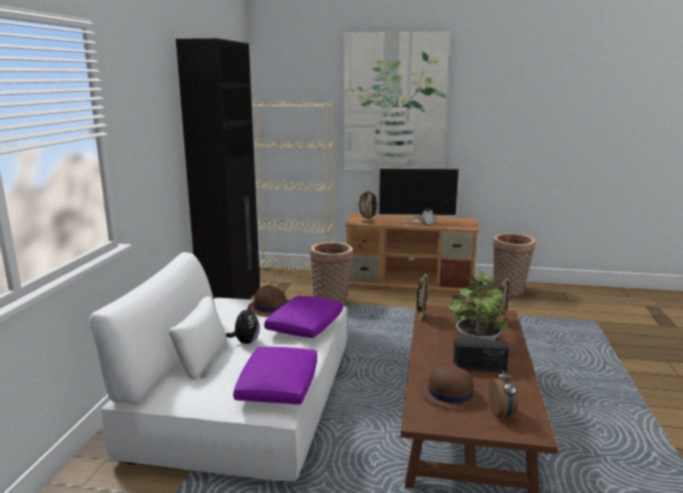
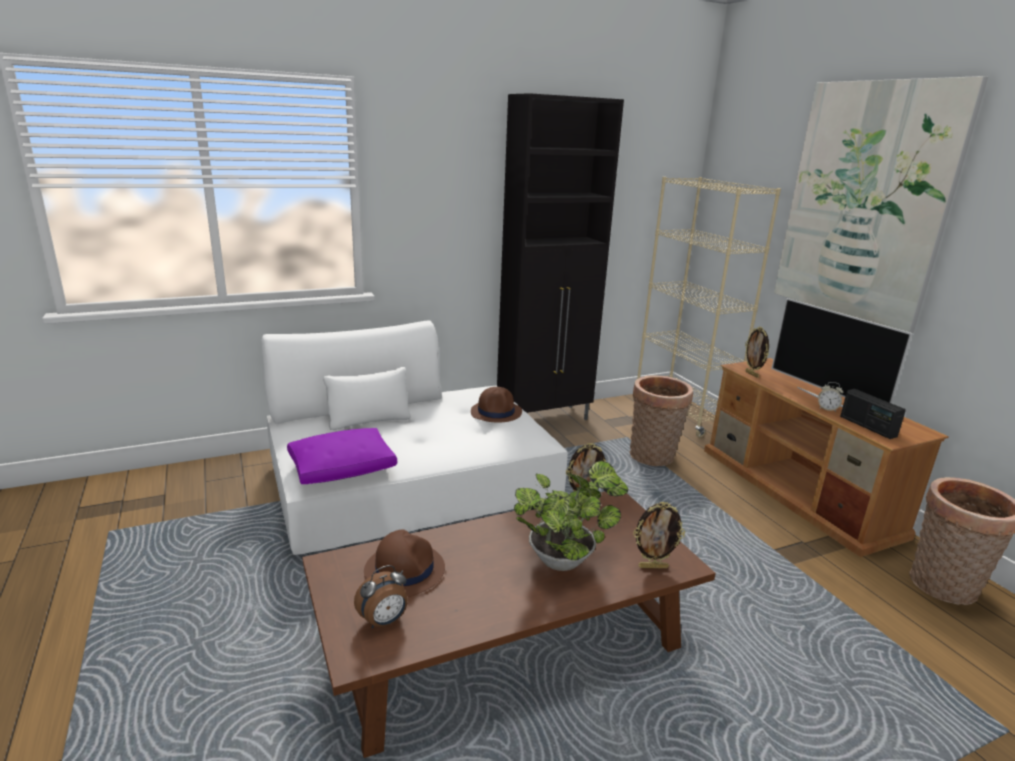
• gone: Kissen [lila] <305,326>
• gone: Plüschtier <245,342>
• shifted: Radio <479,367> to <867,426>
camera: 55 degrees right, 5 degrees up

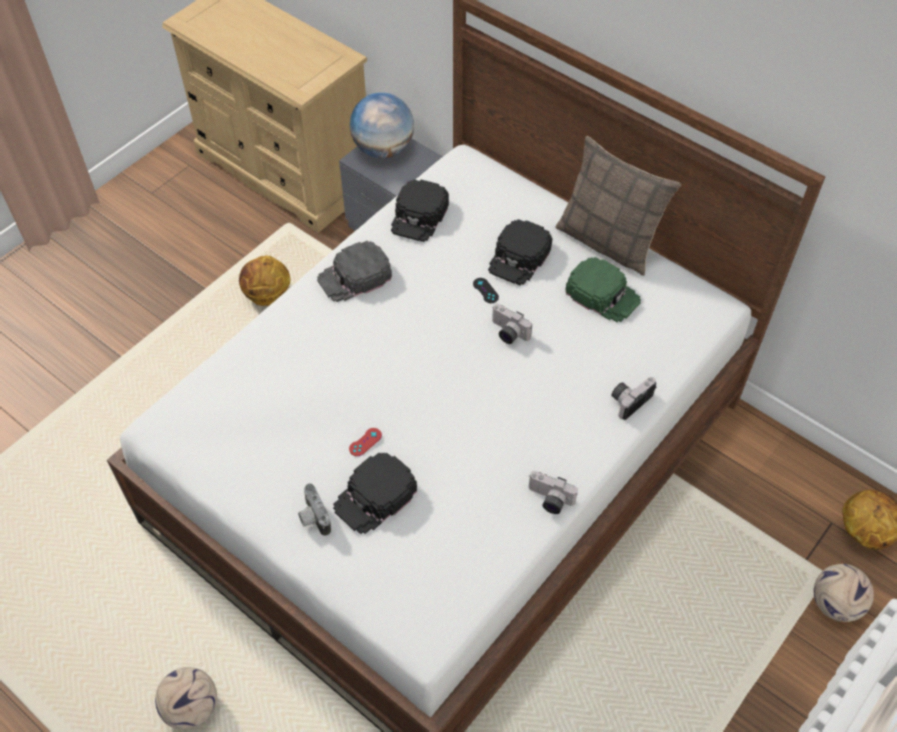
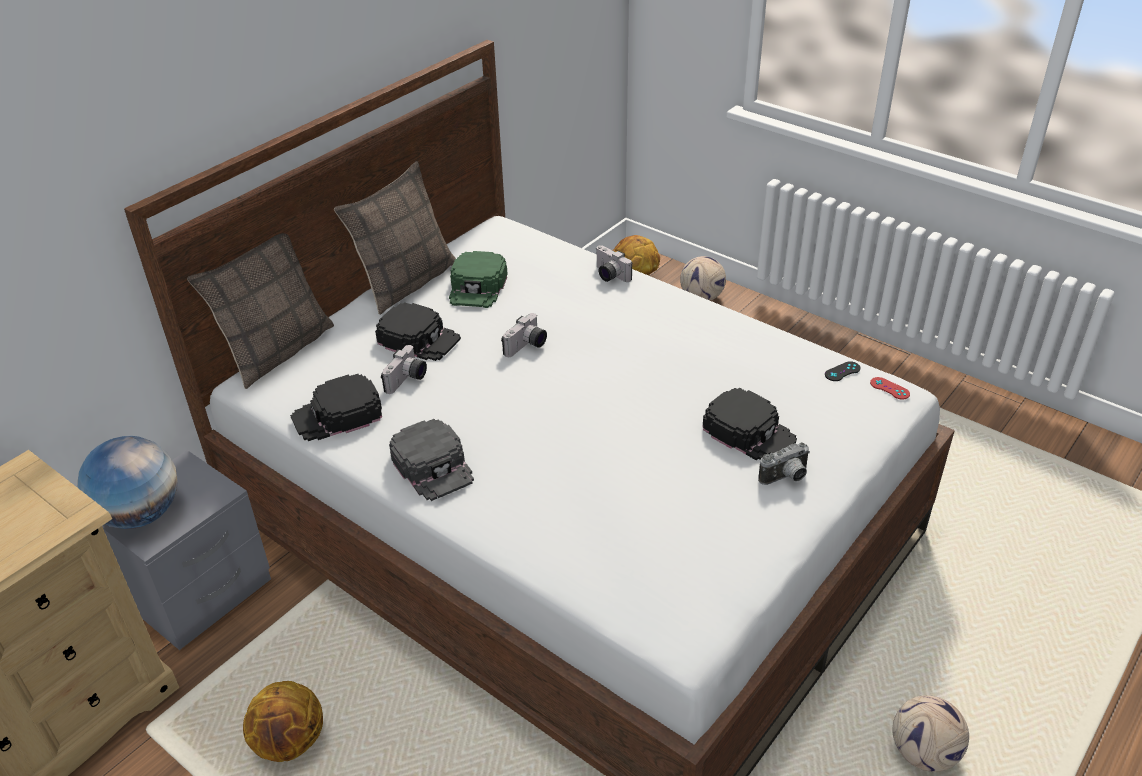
• rotated: Kappe [schwarz] <419,215> = <337,415> 135 degrees clockwise
• rotated: Kappe [grün] <603,294> = <478,287> 150 degrees clockwise
• shifted: Gamepad [schwarz] <485,290> to <842,371>
• shifted: Gamepad [rot] <365,442> to <889,388>
• shifted: Kamera <549,500> to <407,380>
• new: Kissen <277,350>
camera: 90 degrees left, 15 degrees down

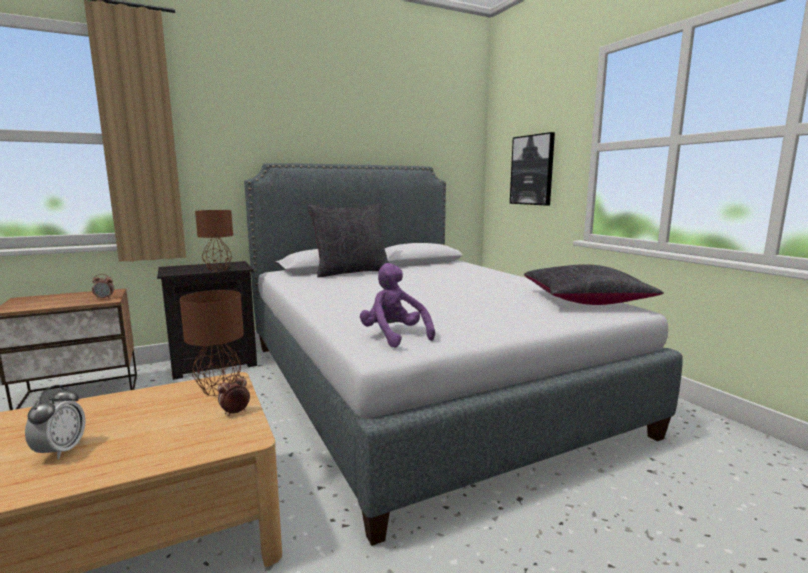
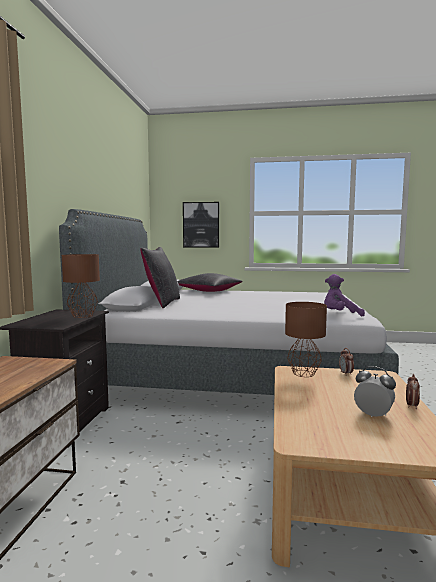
• shifted: Kissen [schwarz] <585,300> to <209,291>
• shifted: Wecker <104,298> to <411,406>
camera: 55 degrees left, 5 degrees down

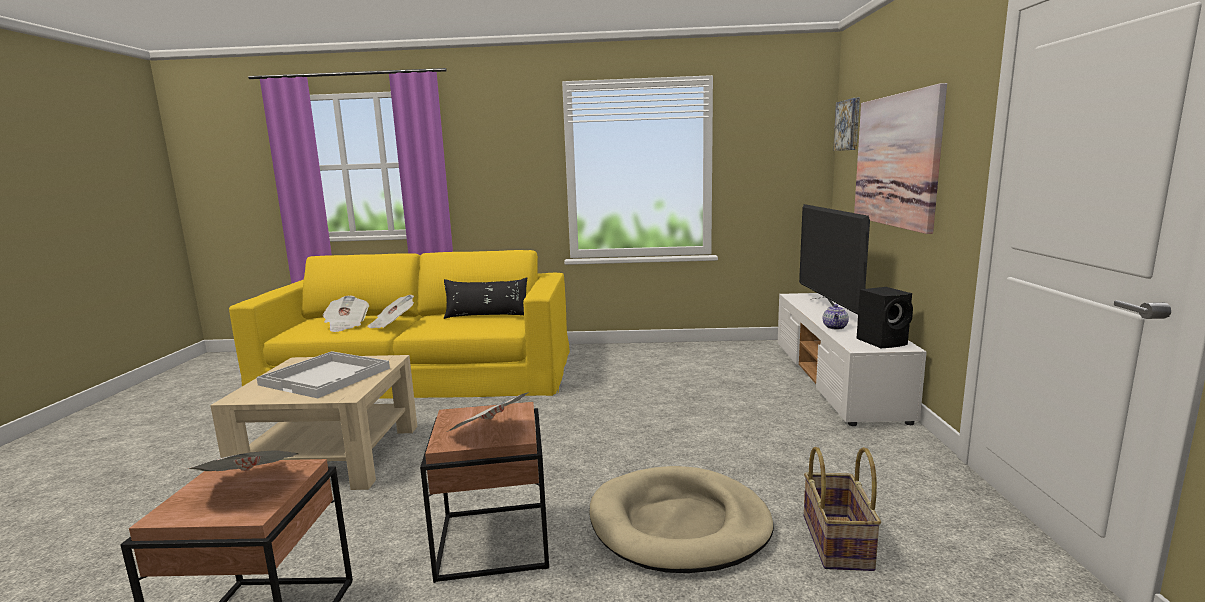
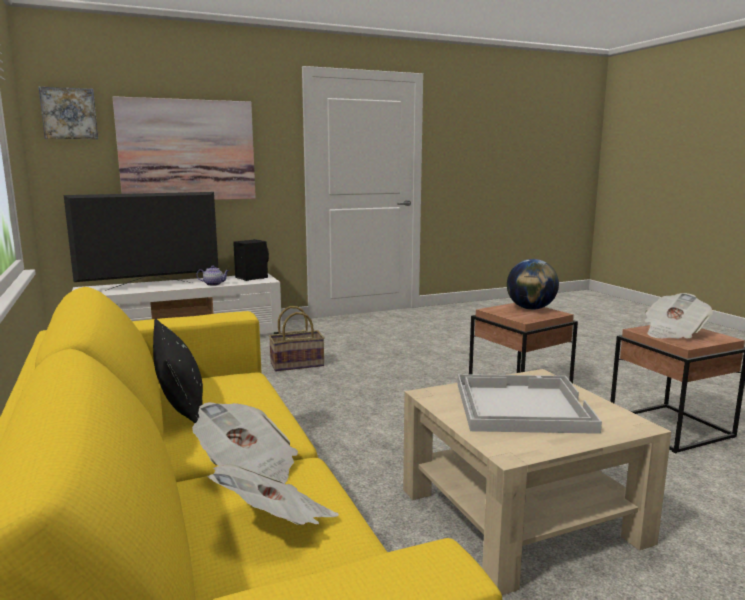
• swapped: Zeitung <488,433> to Globus <531,309>
• shifted: Korb <838,542> to <297,364>
• gone: Hundebett [beige] <679,524>
camera: 115 degrees left, 0 degrees up

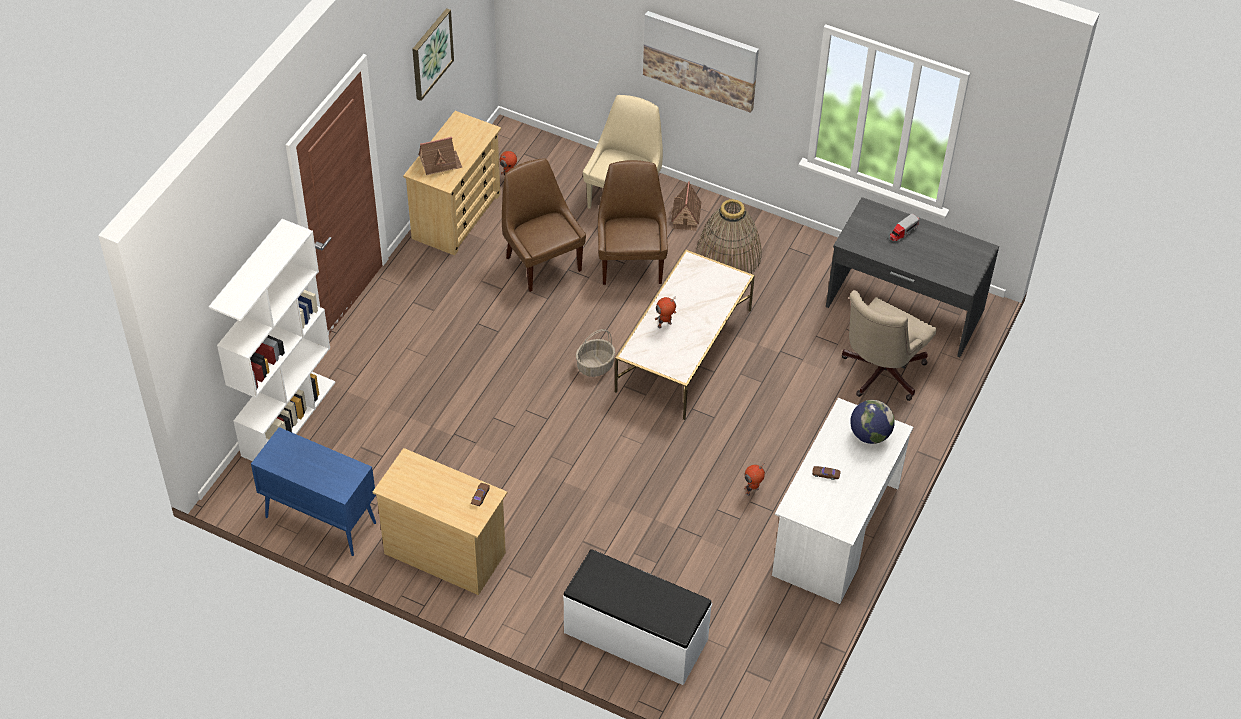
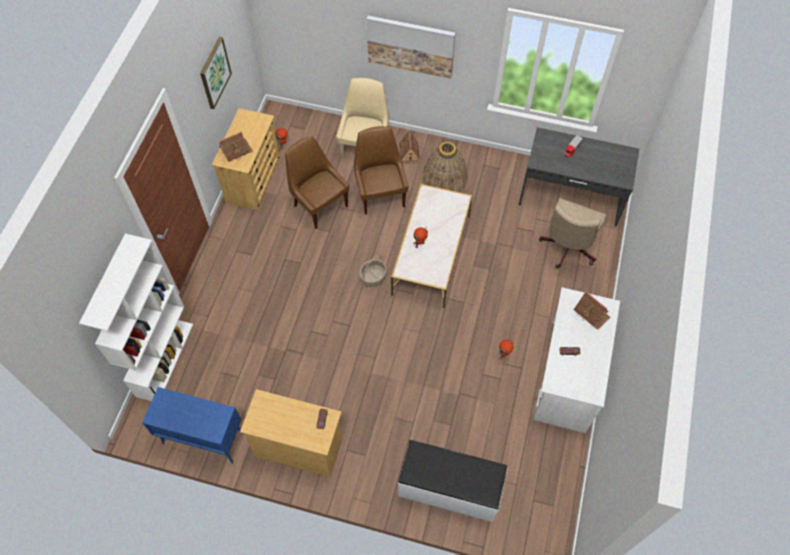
• swapped: Globus <869,435> to Spielzeughaus <591,313>
camera: 10 degrees left, 10 degrees up

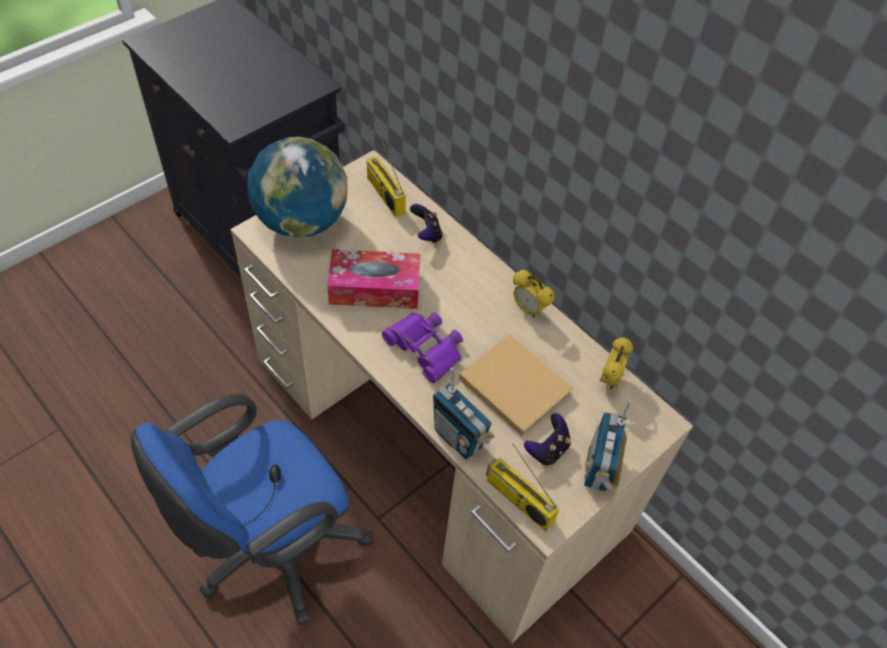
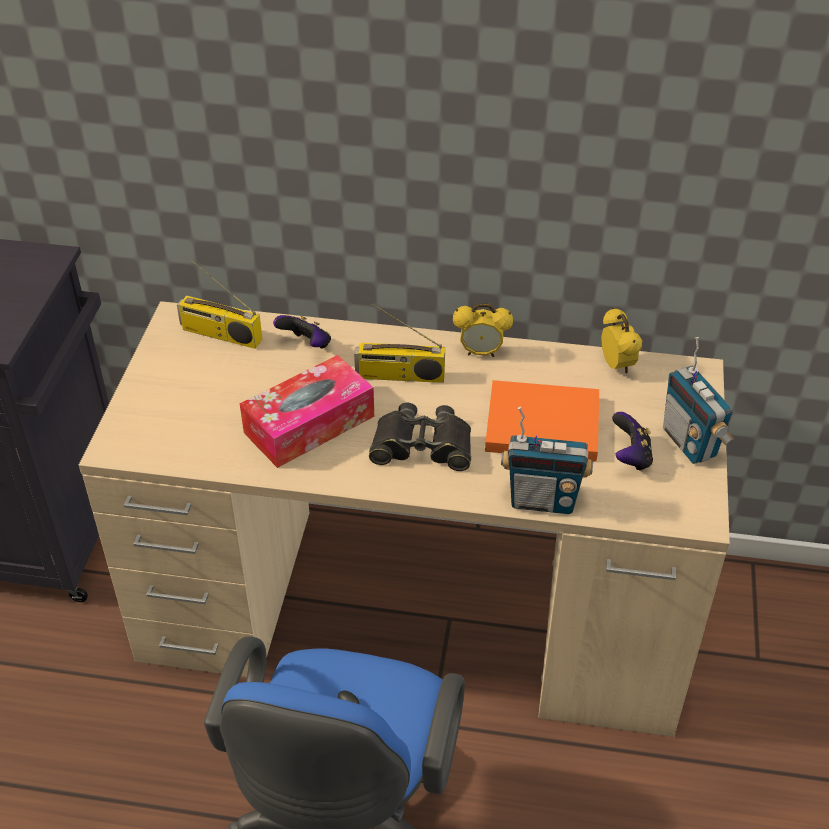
• gone: Globus <301,221>
• repainted: Fernglas [lila] <425,348> to Fernglas [schwarz] <422,446>
• repainted: Buch [beige] <512,384> to Buch [orange] <538,424>
• shifted: Radio <518,500> to <399,376>
camera: 35 degrees left, 10 degrees down

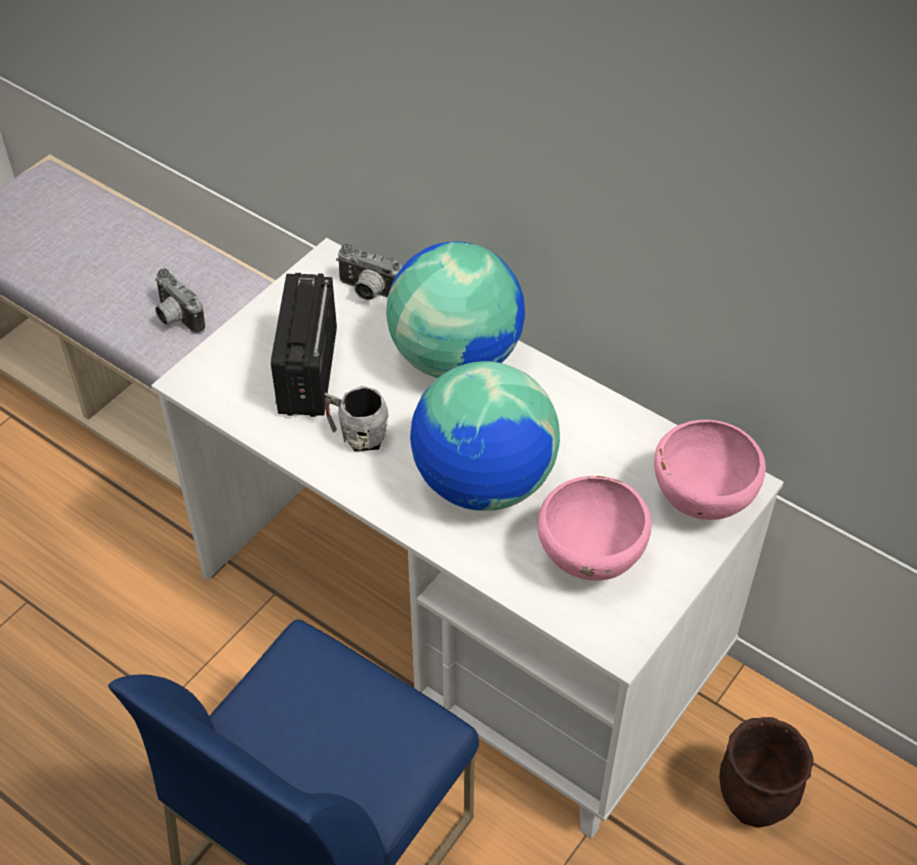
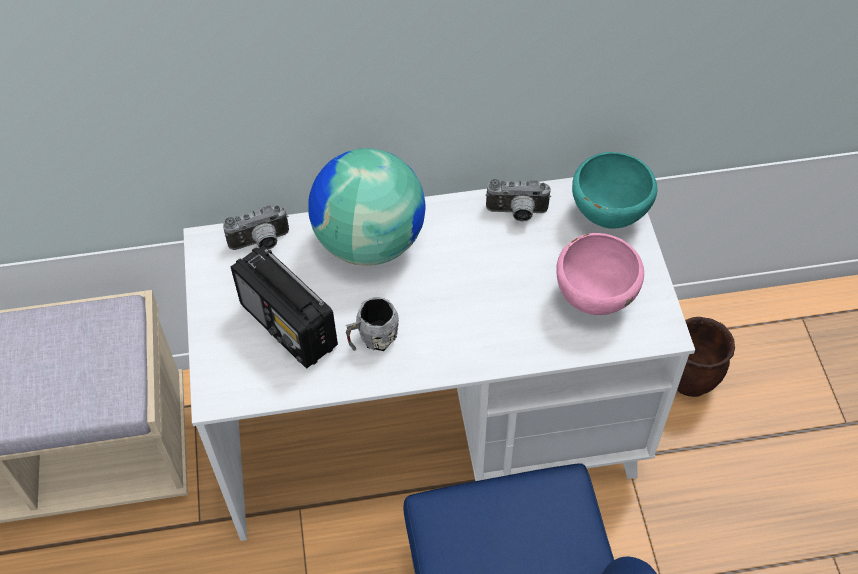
• shifted: Kamera <175,318> to <517,213>
• gone: Globus <483,483>
• repainted: Schüssel [rosa] <700,502> to Schüssel [türkis] <607,216>
camera: 45 degrees left, 5 degrees up

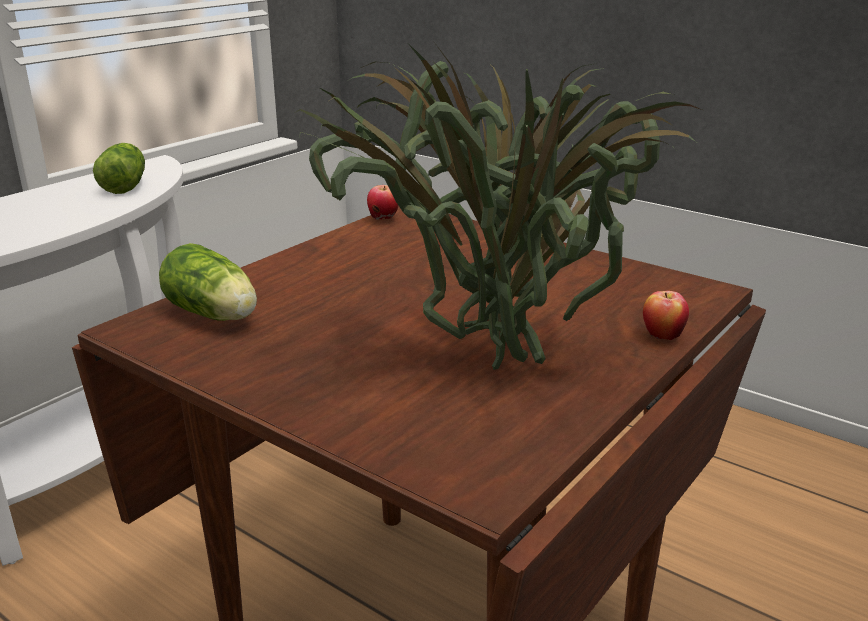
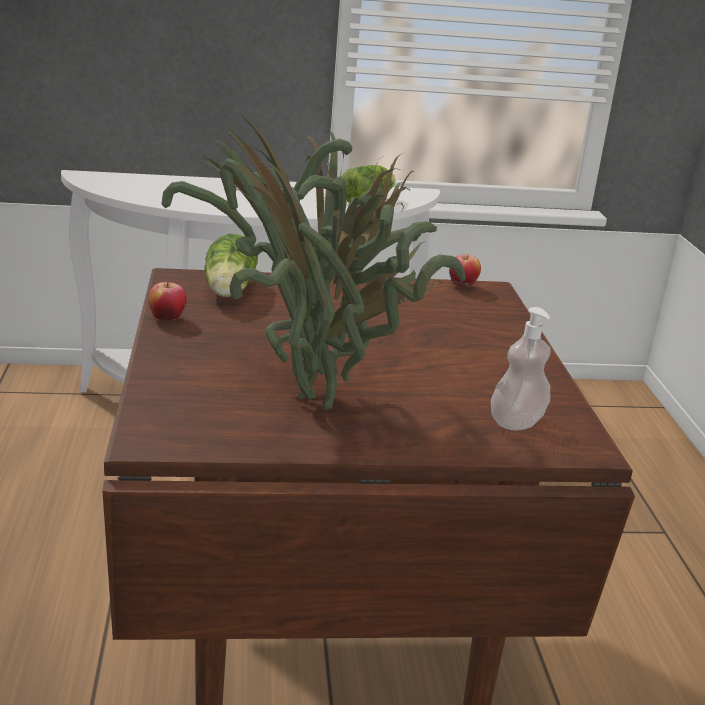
• shifted: Apfel <662,336> to <167,319>
• new: Seifenspender <516,422>
camera: 45 degrees right, 0 degrees up

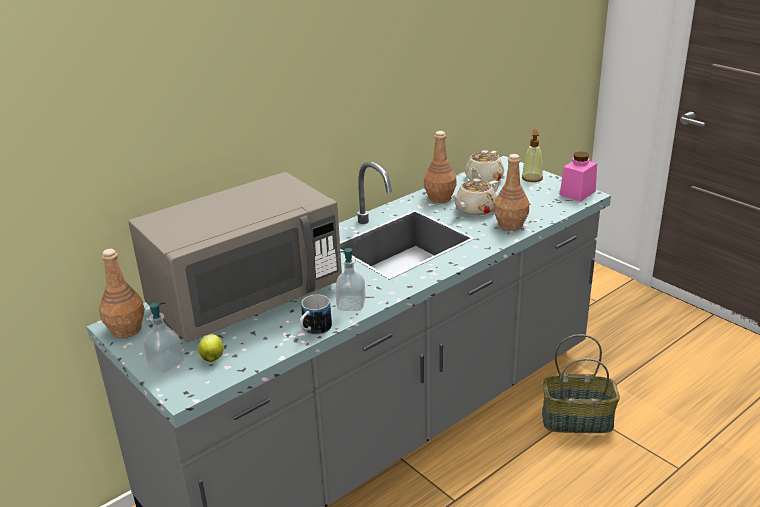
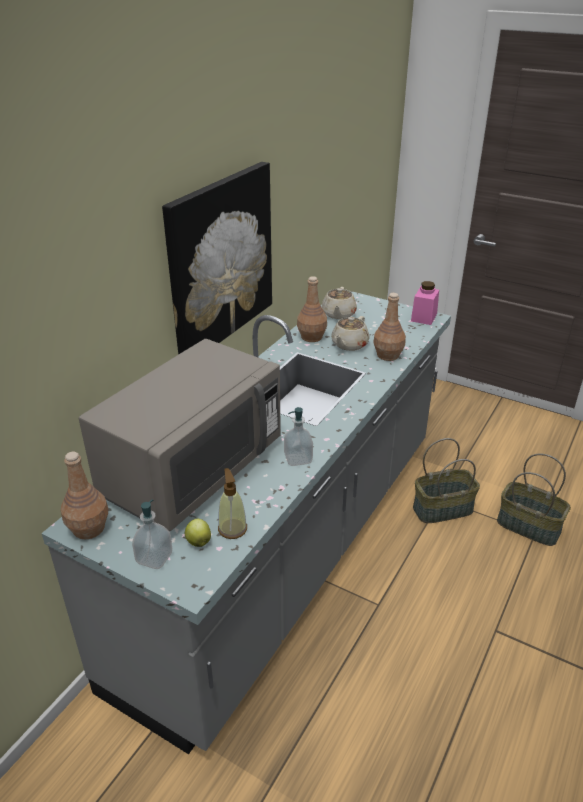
• shifted: Seifenspender <532,178> to <232,528>
• gone: Henkelbecher <314,330>
• new: Bild <220,260>
• new: Korb <529,526>
camera: 20 degrees left, 5 degrees up

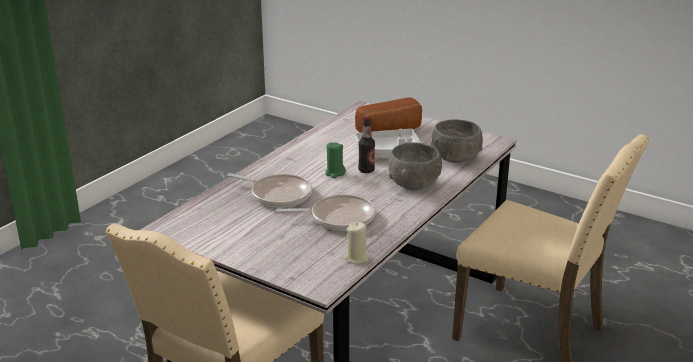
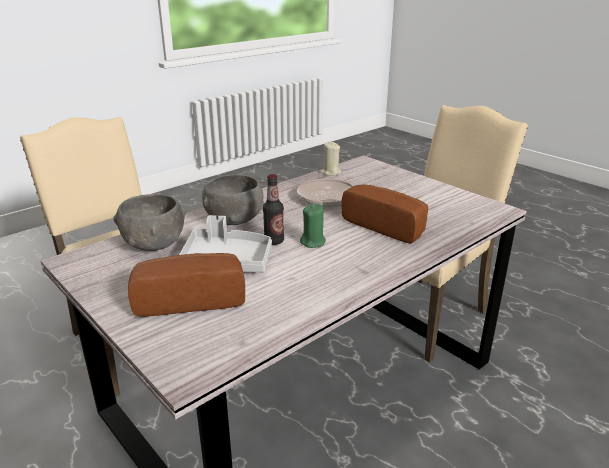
• swapped: Pfanne <278,194> to Brot <386,226>
camera: 165 degrees left, 0 degrees up

